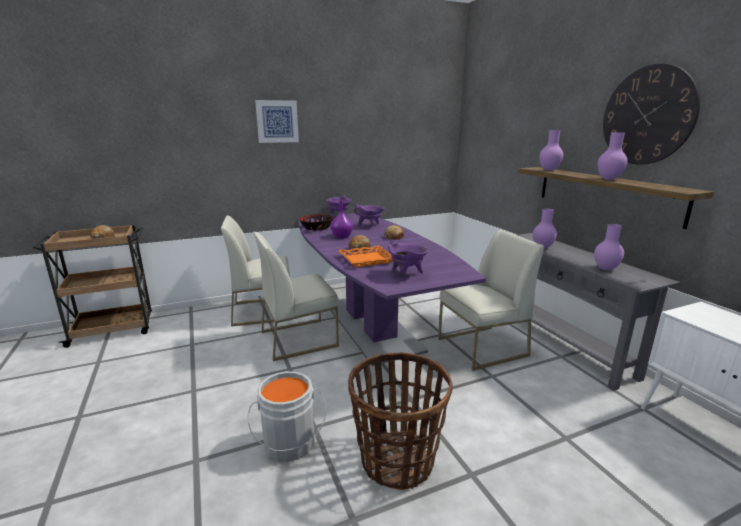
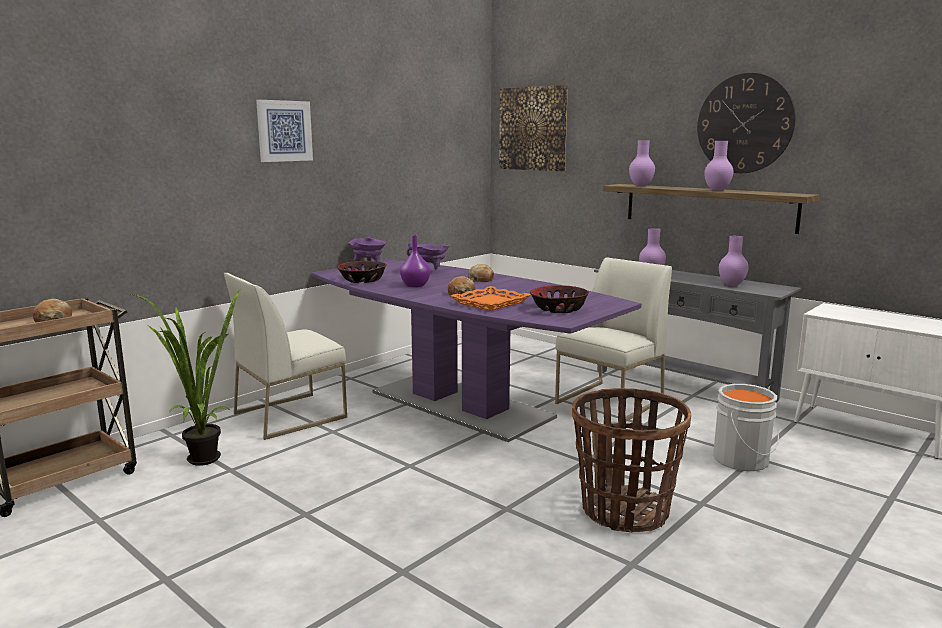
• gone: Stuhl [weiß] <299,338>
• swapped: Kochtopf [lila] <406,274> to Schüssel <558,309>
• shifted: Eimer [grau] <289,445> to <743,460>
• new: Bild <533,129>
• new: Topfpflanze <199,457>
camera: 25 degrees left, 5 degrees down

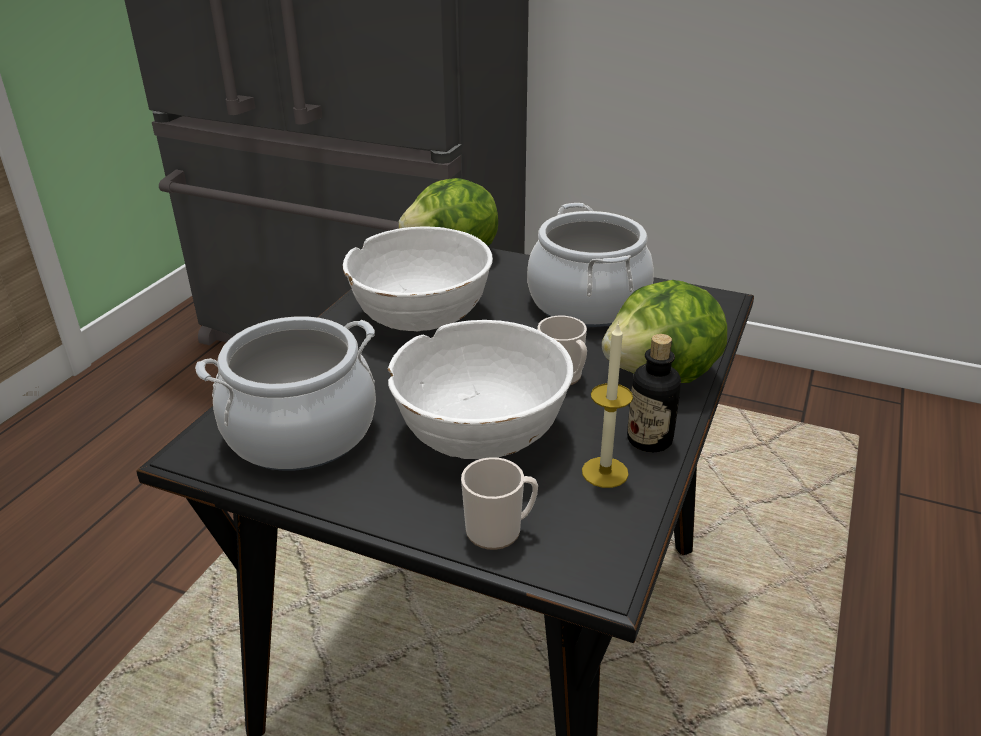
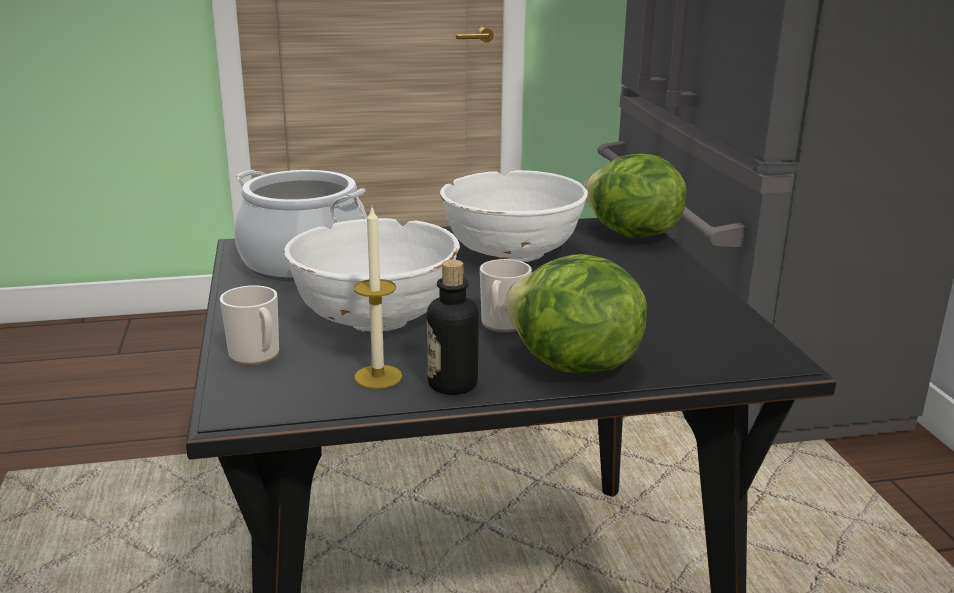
• gone: Kochtopf <588,303>
camera: 55 degrees right, 10 degrees down

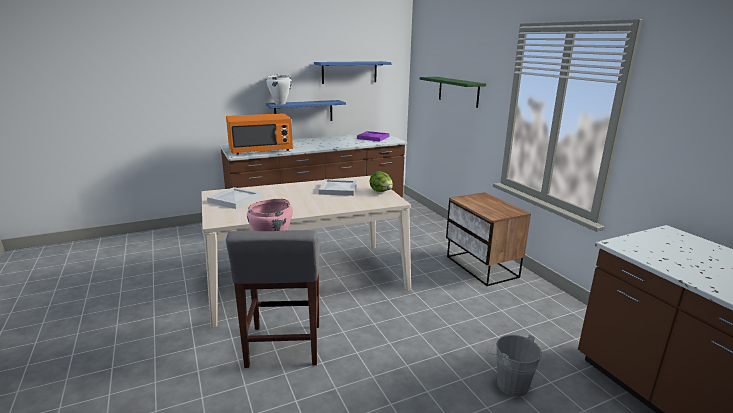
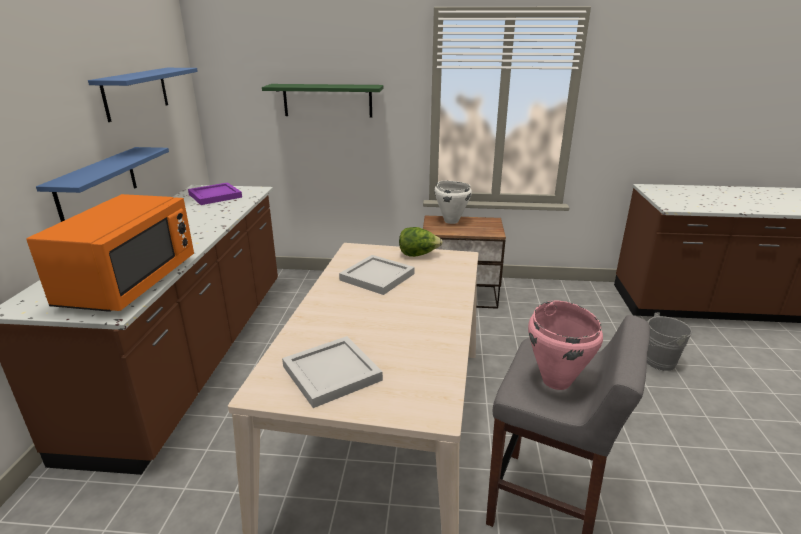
• shifted: Kochtopf [weiß] <280,103> to <451,221>
camera: 60 degrees left, 5 degrees up

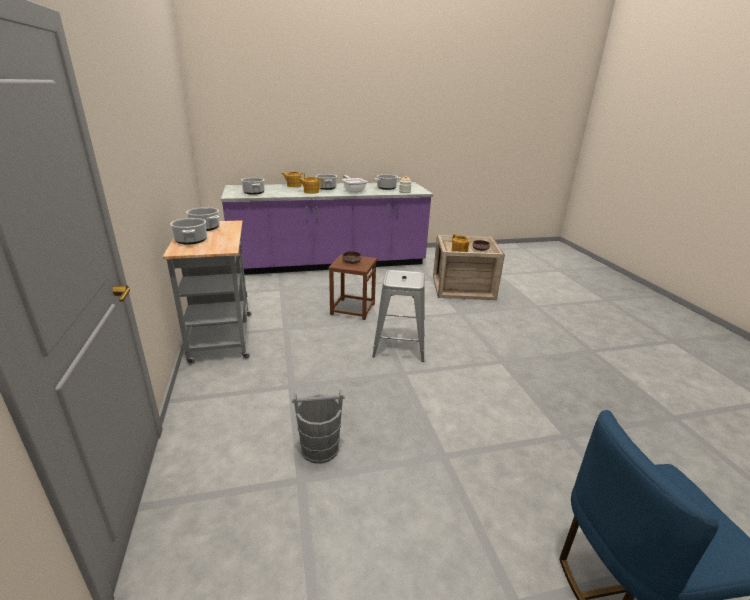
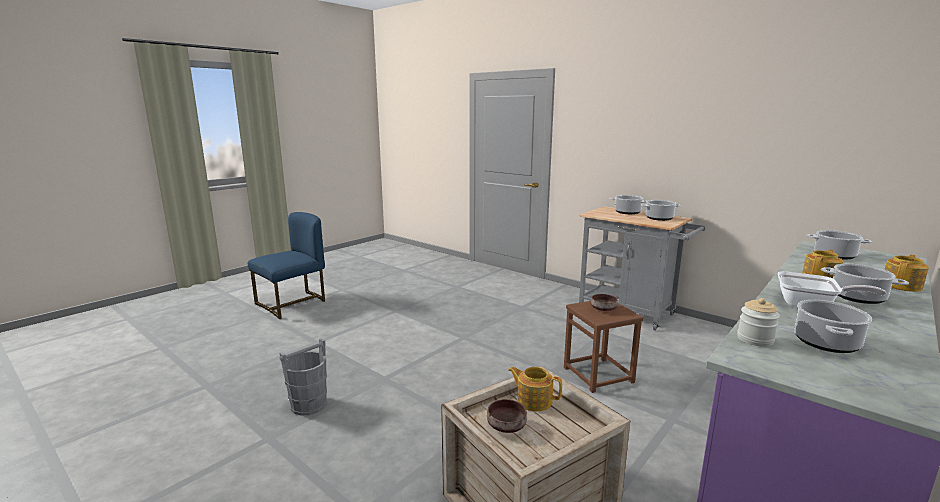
• gone: Hocker [grau] <400,346>
• shifted: Eimer [grau] <319,449> to <309,404>
camera: 145 degrees right, 10 degrees down

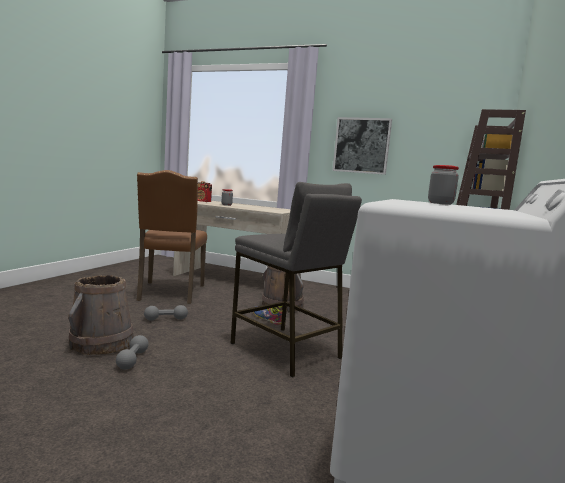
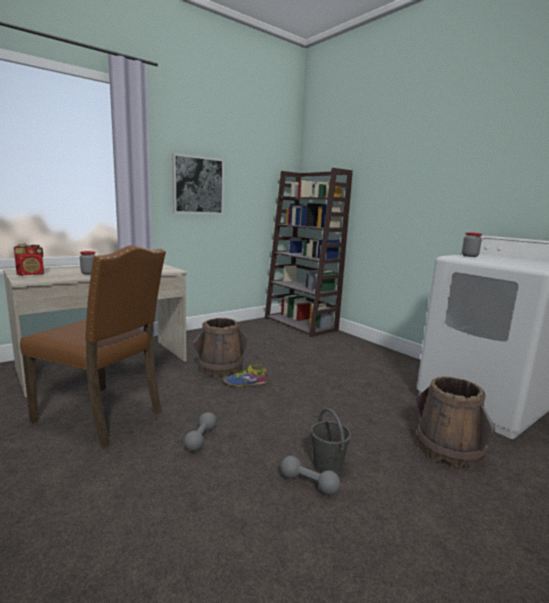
• gone: Hocker [grau] <286,350>
• shifted: Eimer [braun] <102,343> to <448,449>
• new: Eimer [grau] <328,465>
camera: 60 degrees left, 5 degrees up

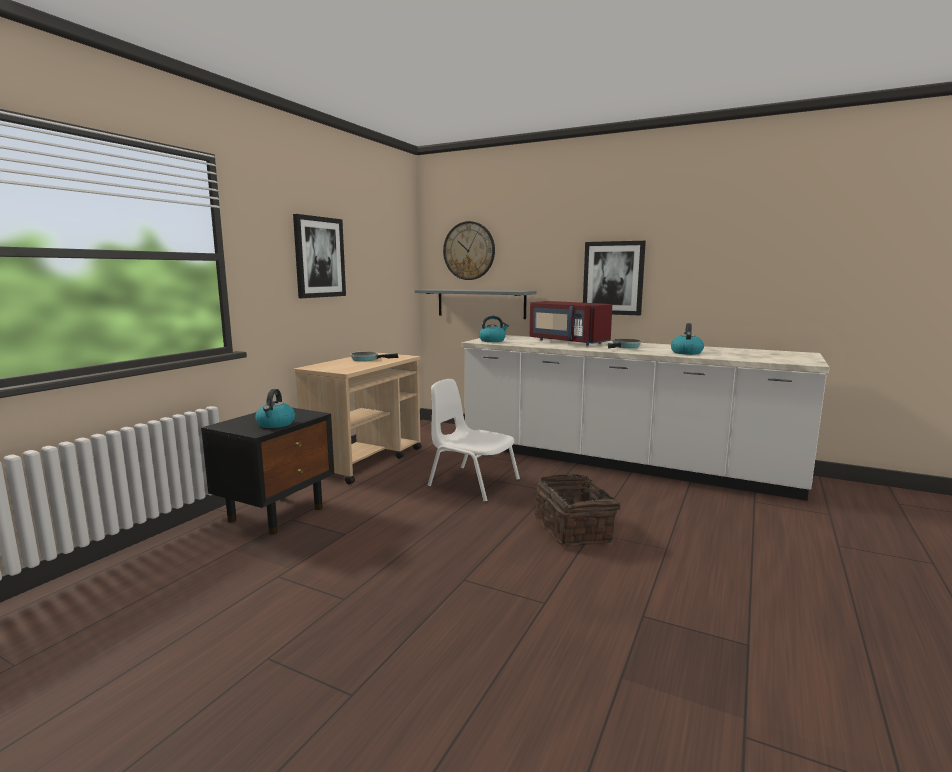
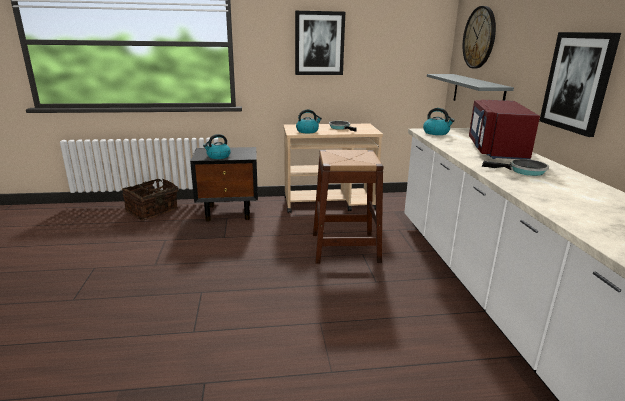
• shifted: Wasserkessel <686,352> to <307,131>
• swapped: Stuhl [weiß] <472,483> to Hocker [braun] <345,247>
• shifted: Korb <575,529> to <153,211>
camera: 55 degrees right, 10 degrees up

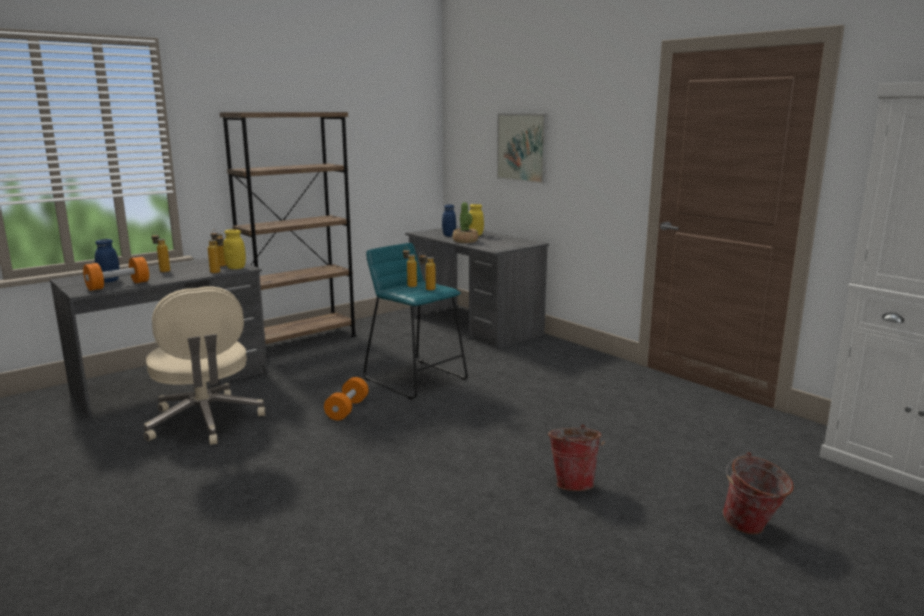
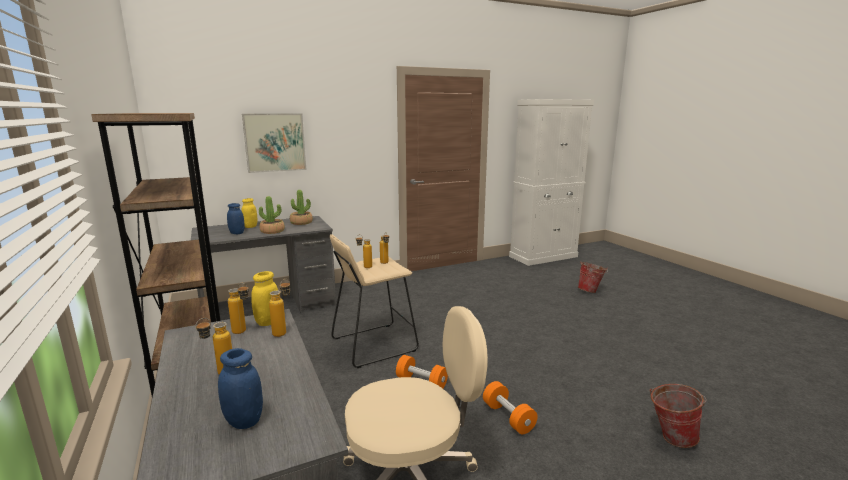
• repainted: Hocker [türkis] <416,379> to Hocker [beige] <373,344>
• shifted: Hantel [orange] <118,285> to <508,417>
• shifted: Eimer <574,483> to <670,437>
• new: Topfpflanze <301,222>
camera: 75 degrees left, 0 degrees up

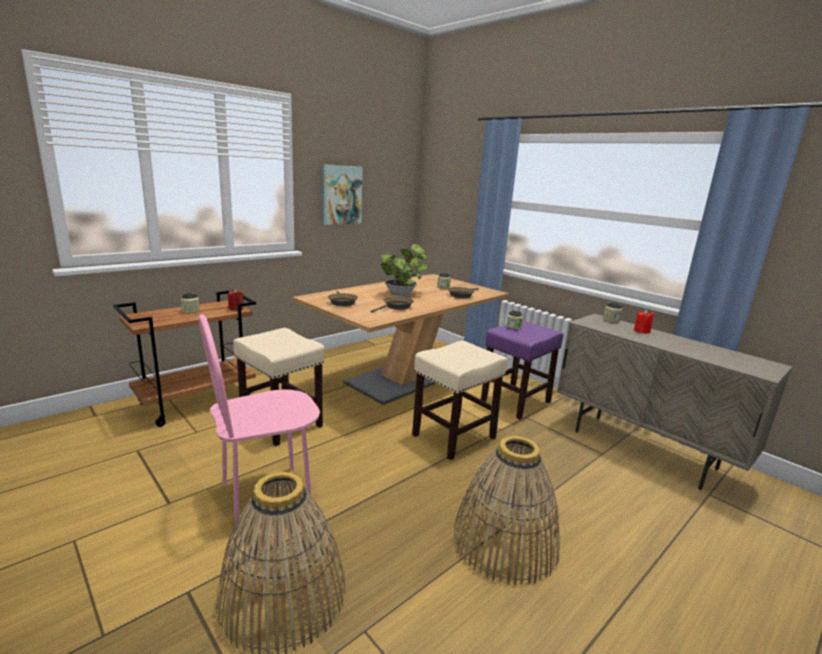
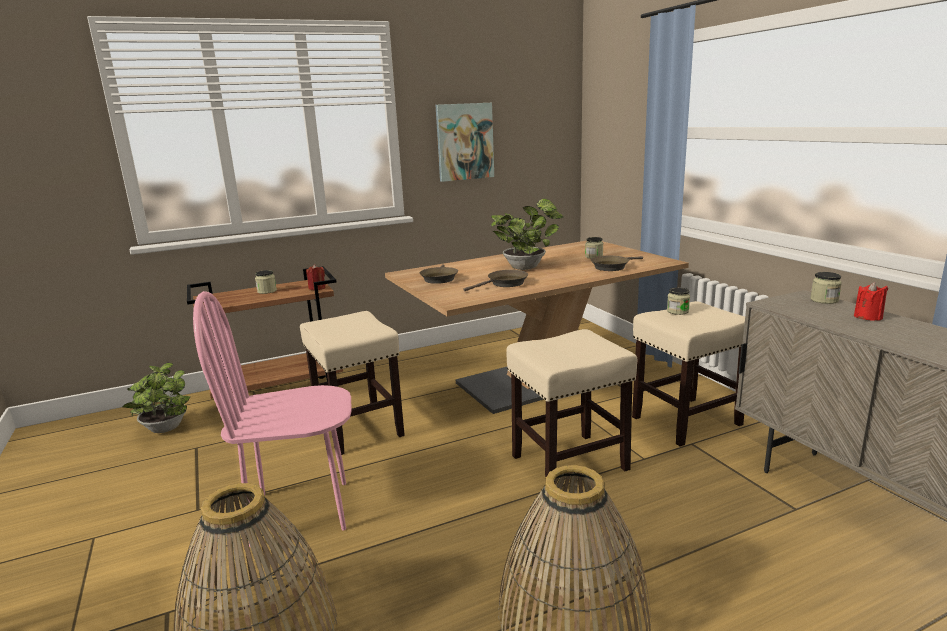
• repainted: Hocker [lila] <515,402> to Hocker [beige] <685,421>
• new: Topfpflanze <165,430>
camera: 20 degrees right, 0 degrees up

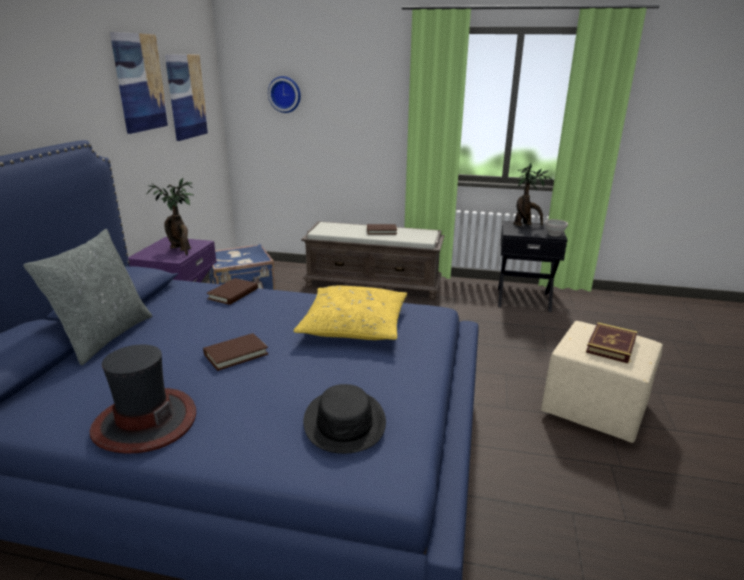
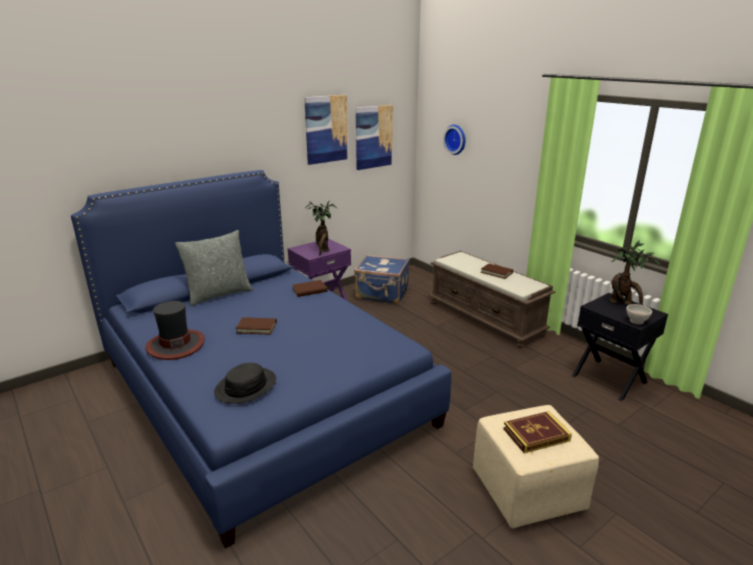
• gone: Kissen [gelb] <354,325>
camera: 40 degrees right, 0 degrees up

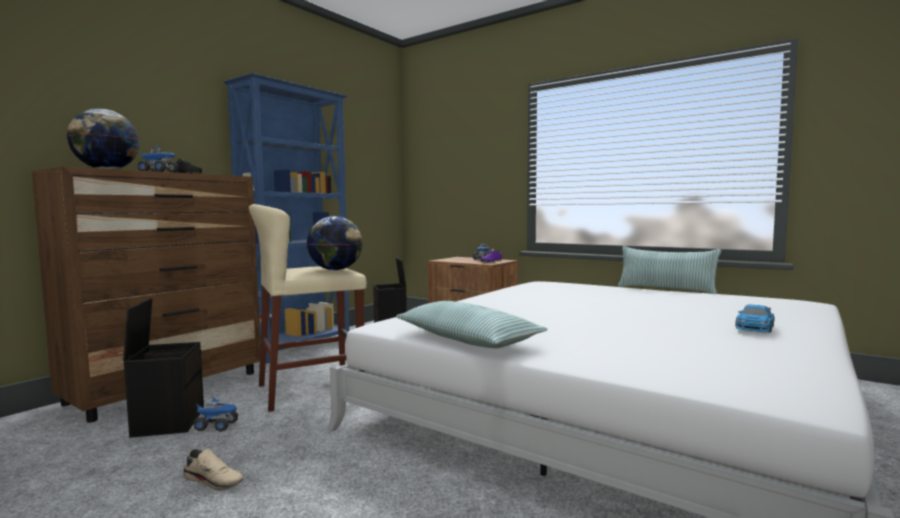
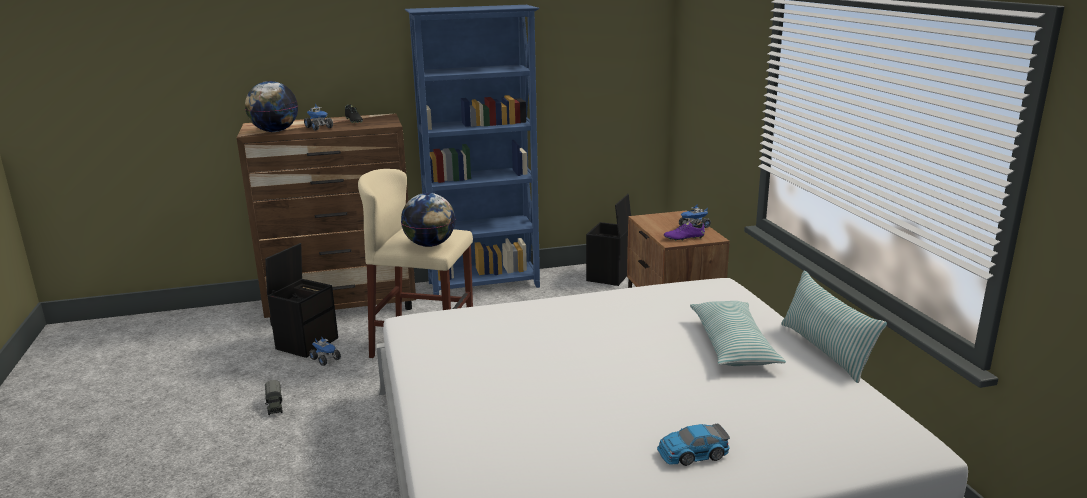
• shifted: Kissen <466,339> to <733,345>
• swapped: Schuh [beige] <215,480> to Spielzeuglaster <275,406>
camera: 40 degrees right, 15 degrees up

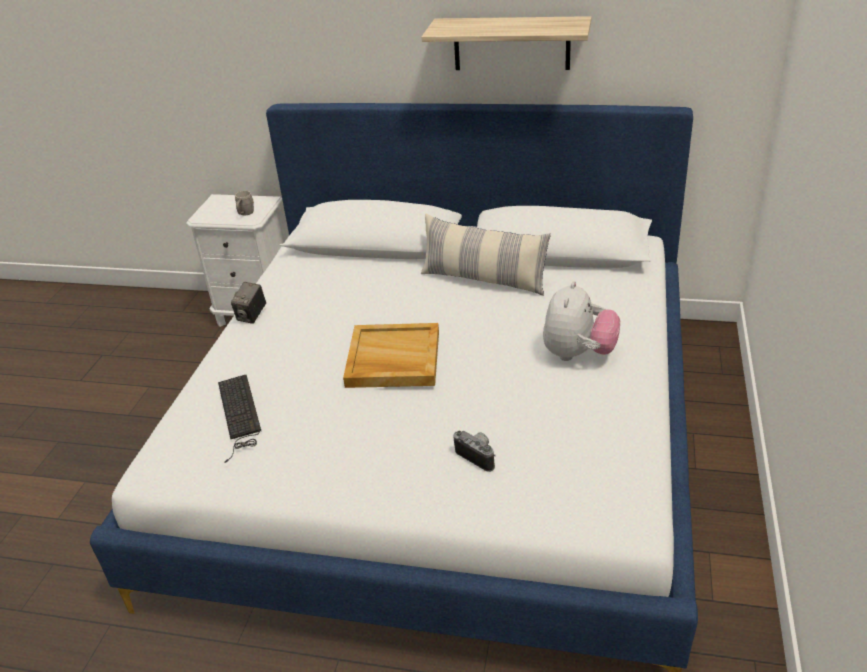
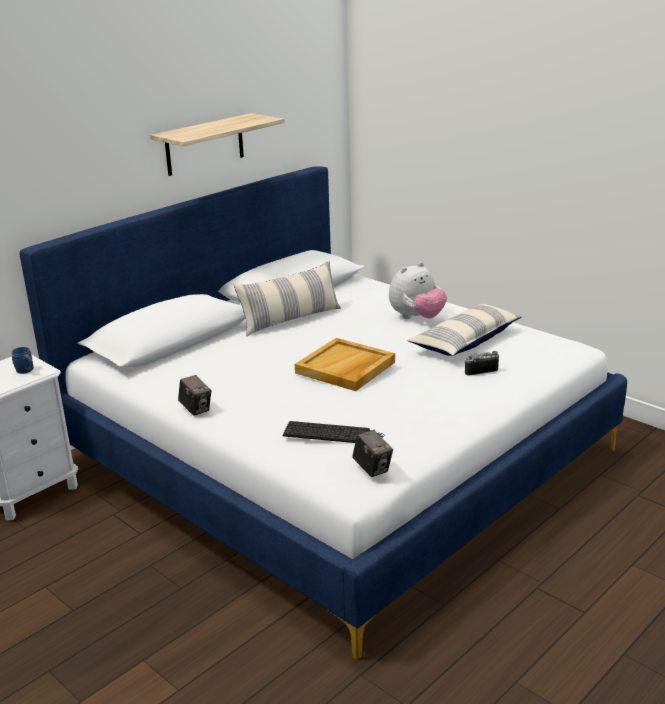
• repainted: Henkelbecher [grau] <245,214> to Henkelbecher [blau] <26,371>
• rotated: Plüschtier <578,354> = <416,318> 90 degrees clockwise
• new: Kissen <465,341>
• new: Kamera <372,468>
camera: 60 degrees left, 10 degrees down

